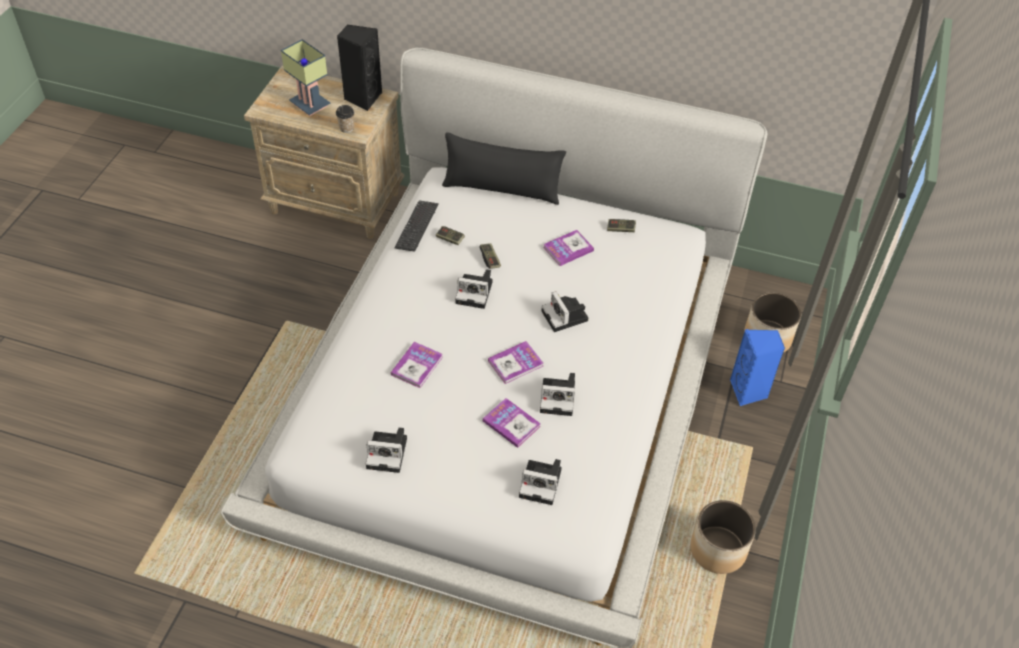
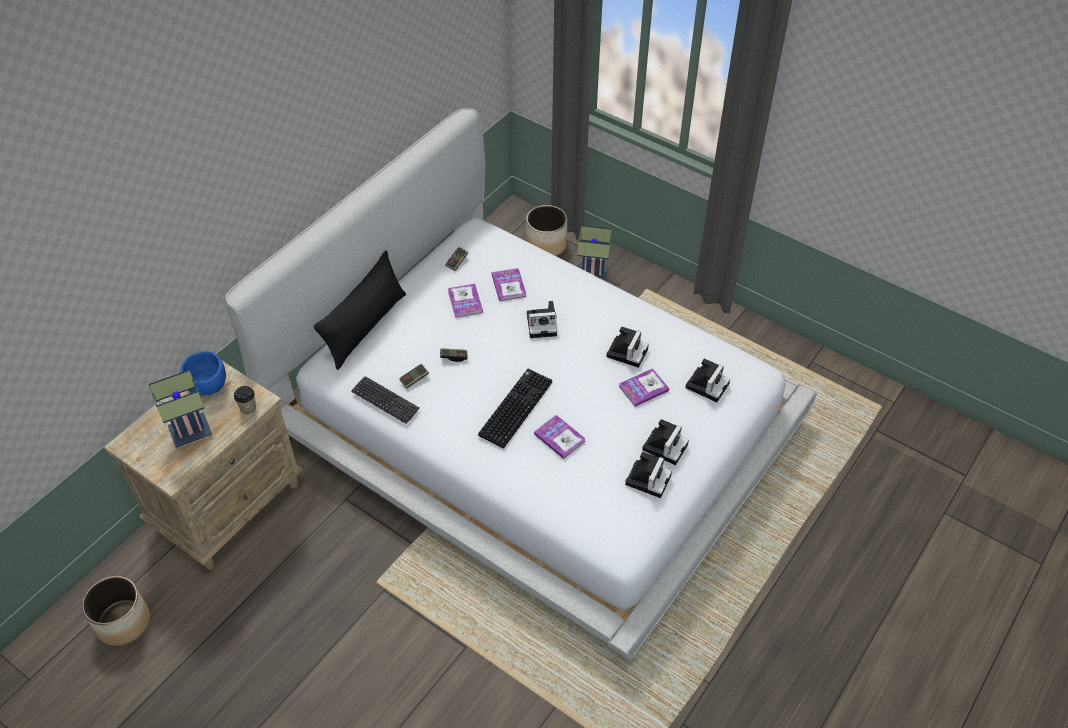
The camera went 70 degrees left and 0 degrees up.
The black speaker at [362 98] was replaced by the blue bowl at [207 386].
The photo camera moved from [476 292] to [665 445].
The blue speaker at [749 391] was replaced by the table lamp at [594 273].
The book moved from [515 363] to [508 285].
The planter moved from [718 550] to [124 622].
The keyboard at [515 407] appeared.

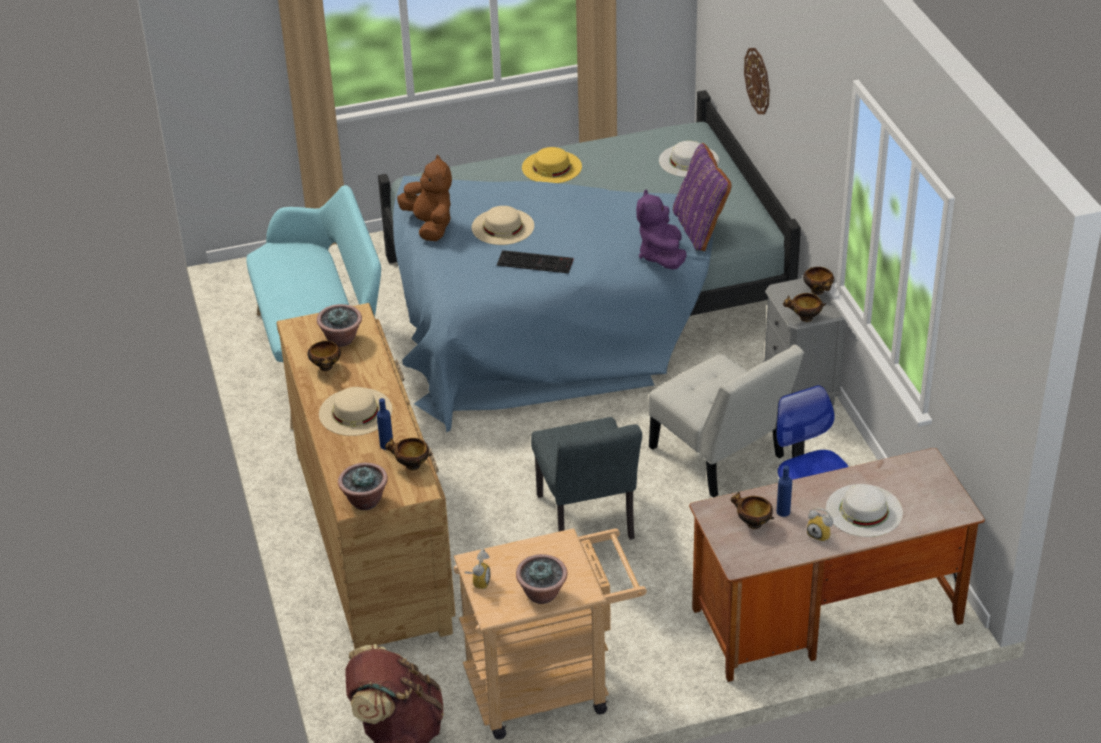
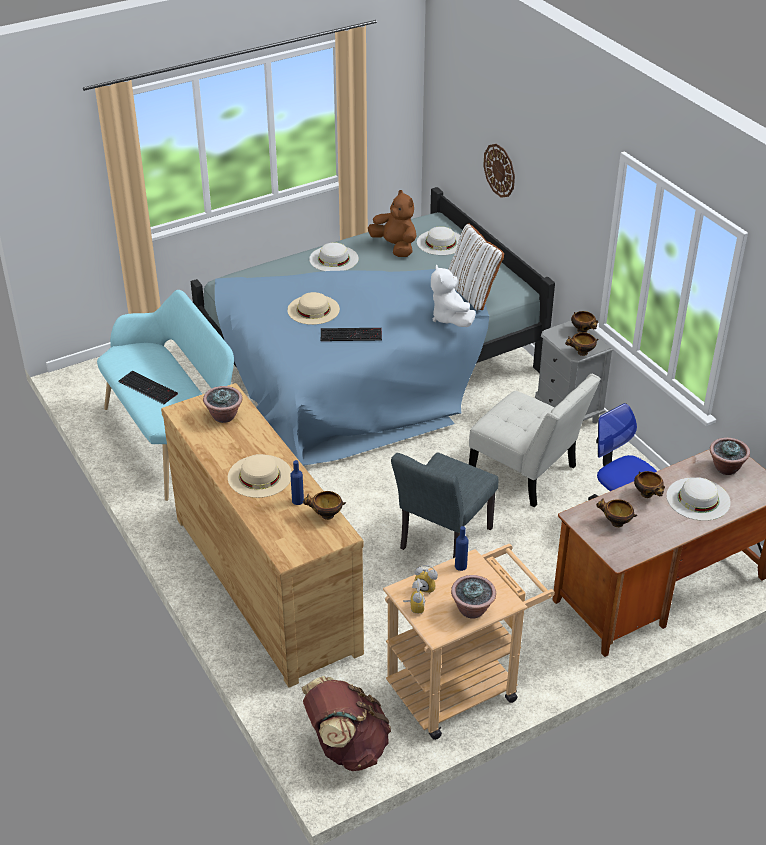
The camera went 15 degrees left and 0 degrees up.
The purple pillow at [700 229] became the white pillow at [472 293].
The yellow hat at [551 167] became the white hat at [334 259].
The brown plush toy moved from [430 225] to [395 247].
The purple plush toy at [661 256] became the white plush toy at [450 318].
The bowl moved from [326 368] to [647 495].
The grey chair at [588 523] turned 60 degrees clockwise.
The potted plant moved from [365 501] to [725 468].
The blue bottle moved from [783 512] to [460 566].
The alarm clock moved from [821 535] to [426 587].
The keyboard at [149 387] appeared.

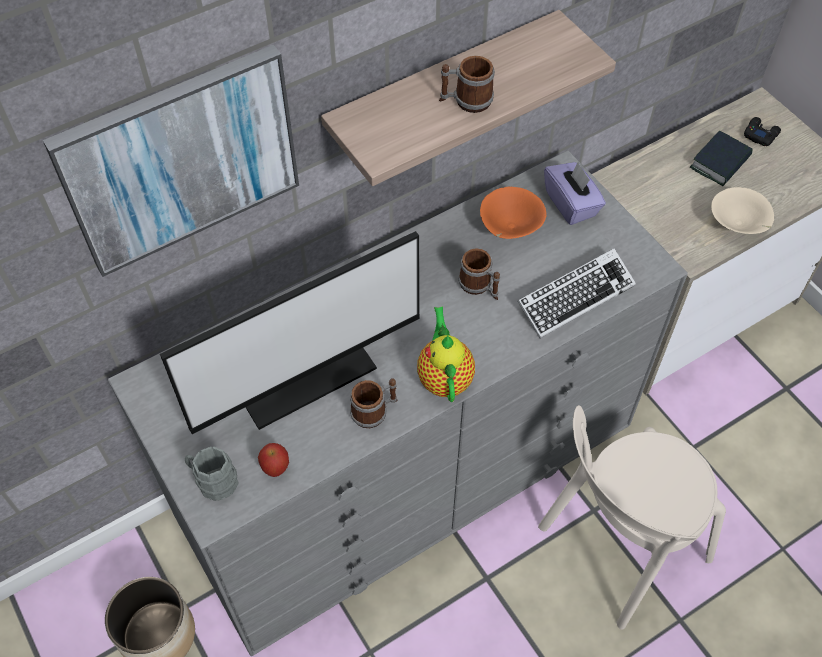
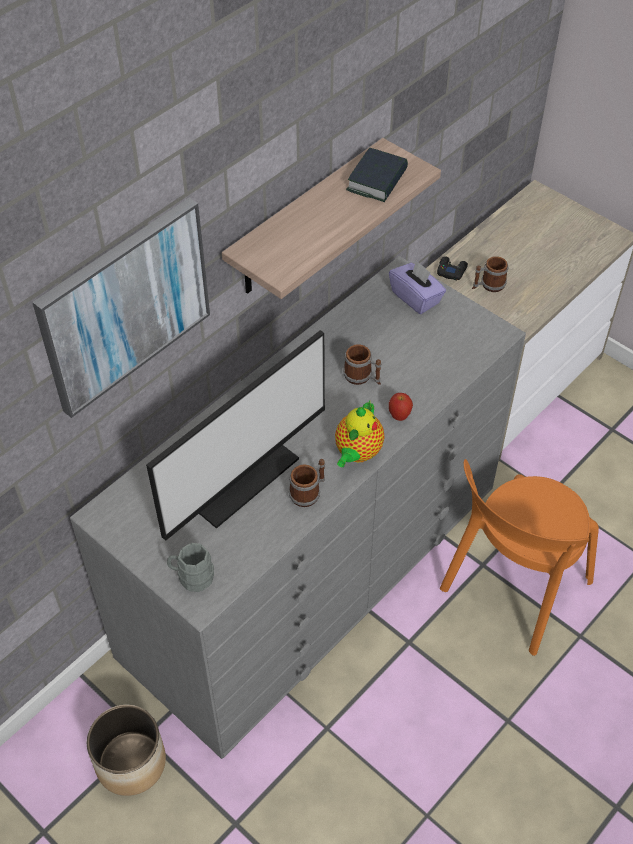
The camera went 15 degrees left and 5 degrees down.
The mug moved from [466 101] to [488 285].
The black game controller moved from [760 134] to [451 271].
The book moved from [720 163] to [377 180].
The orange bowl at [509 228] disappeared.
The beige bowl at [737 225] disappeared.
The keyboard at [575 297] disappeared.
The teapot at [444 377] turned 135 degrees counterclockwise.
The beige chair at [618 548] became the orange chair at [512 590].
The apple moved from [276 468] to [399 416].

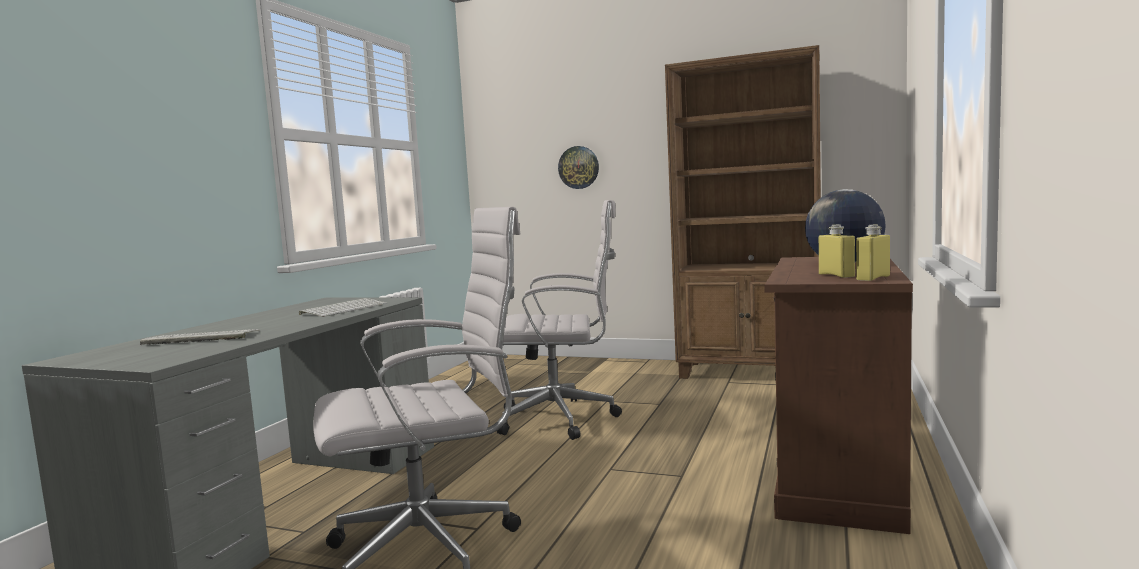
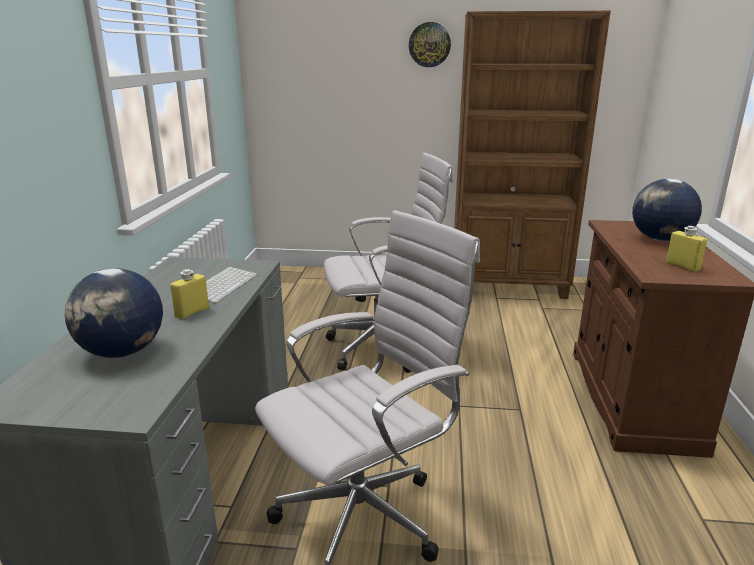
The camera went 15 degrees left and 15 degrees up.
The wall clock moved from [578 167] to [429 44].
The yellow bottle moved from [873 278] to [192 312].
The keyboard at [200 338] was replaced by the globe at [122 352].

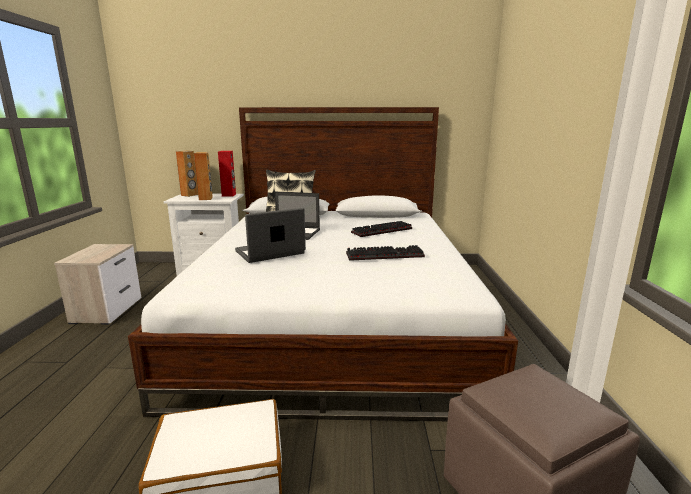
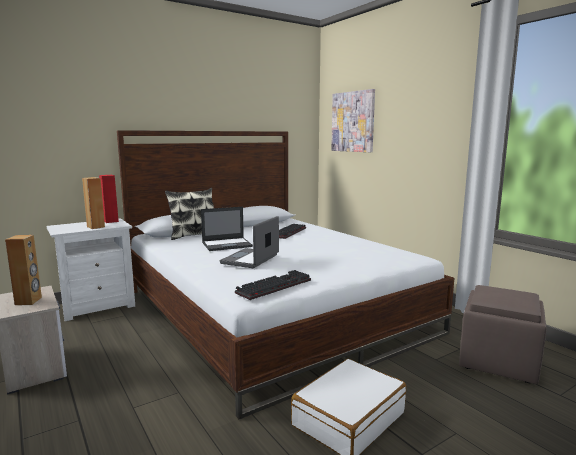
The camera went 35 degrees left and 5 degrees down.
The brown speaker moved from [189 195] to [29 301].
The keyboard moved from [385 255] to [274 286].
The picture at [353 122] appeared.

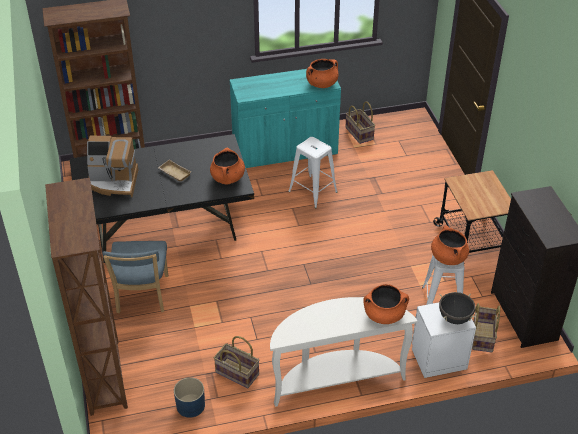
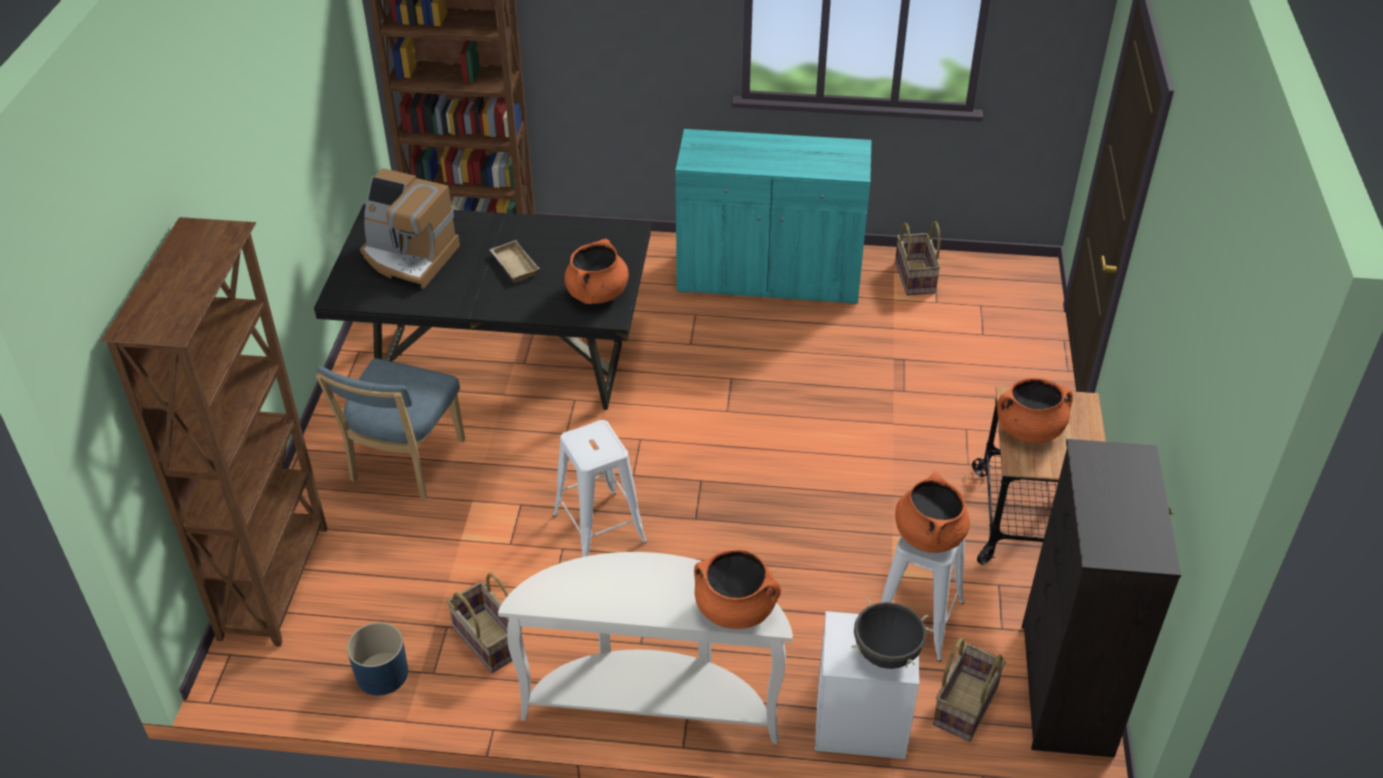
The camera went 20 degrees right and 0 degrees up.
The orange cooking pot moved from [322 84] to [1029 430].
The white stool moved from [313 192] to [599 529].

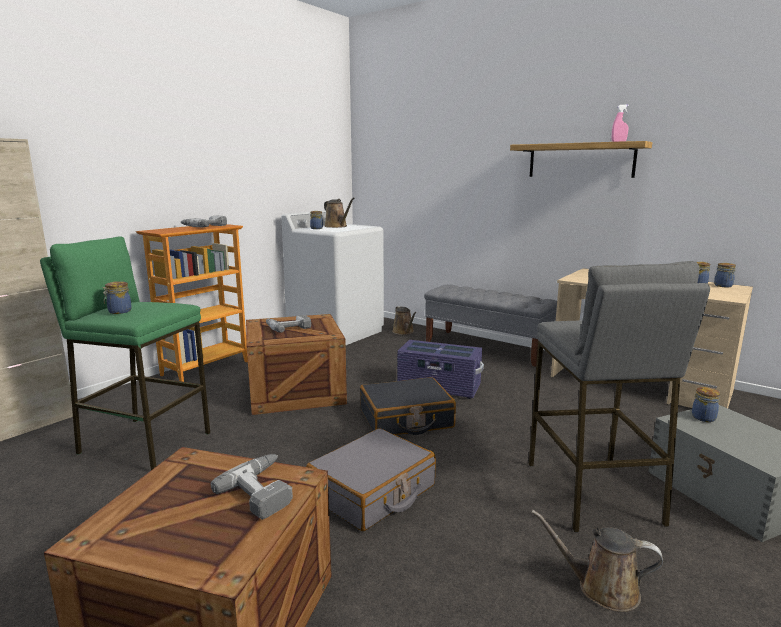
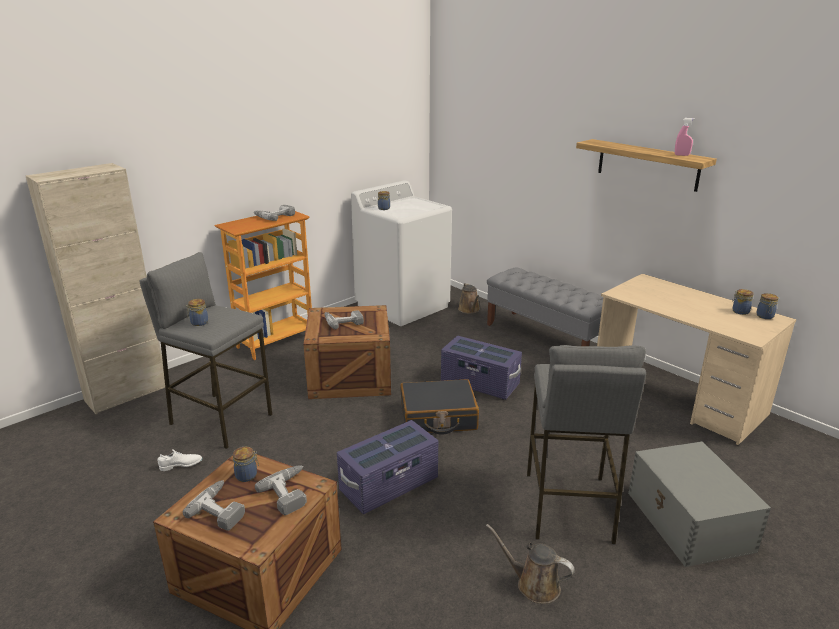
The camera went 10 degrees right and 10 degrees up.
The brown watering can at [337 226] disappeared.
The green stool at [145 443] became the grey stool at [220 419].
The jar moved from [704 417] to [247 475].
The grey suitcase at [373 492] was replaced by the purple storage box at [389 485].
The white shoe at [181 465] appeared.
The power drill at [222 509] appeared.

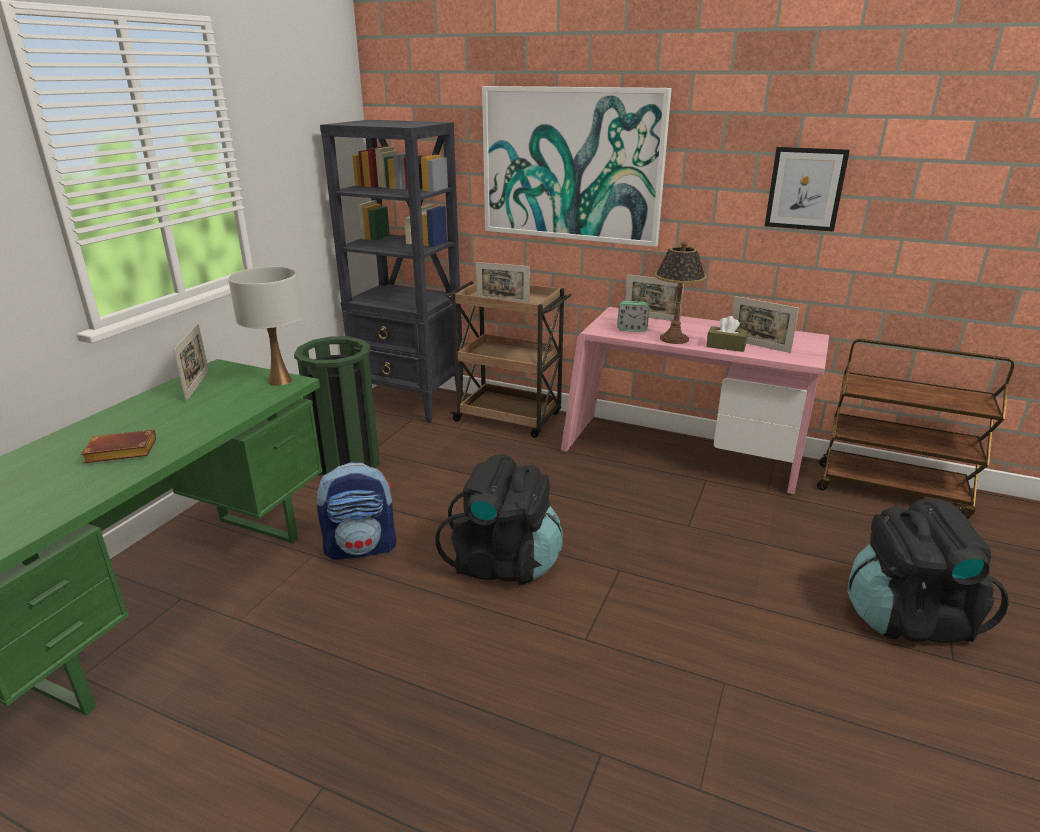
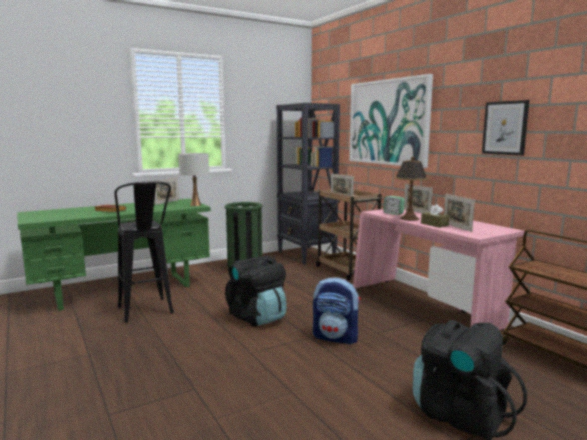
The camera went 35 degrees right and 15 degrees down.
The backpack moved from [361 547] to [336 337].
The black stool at [147 313] appeared.

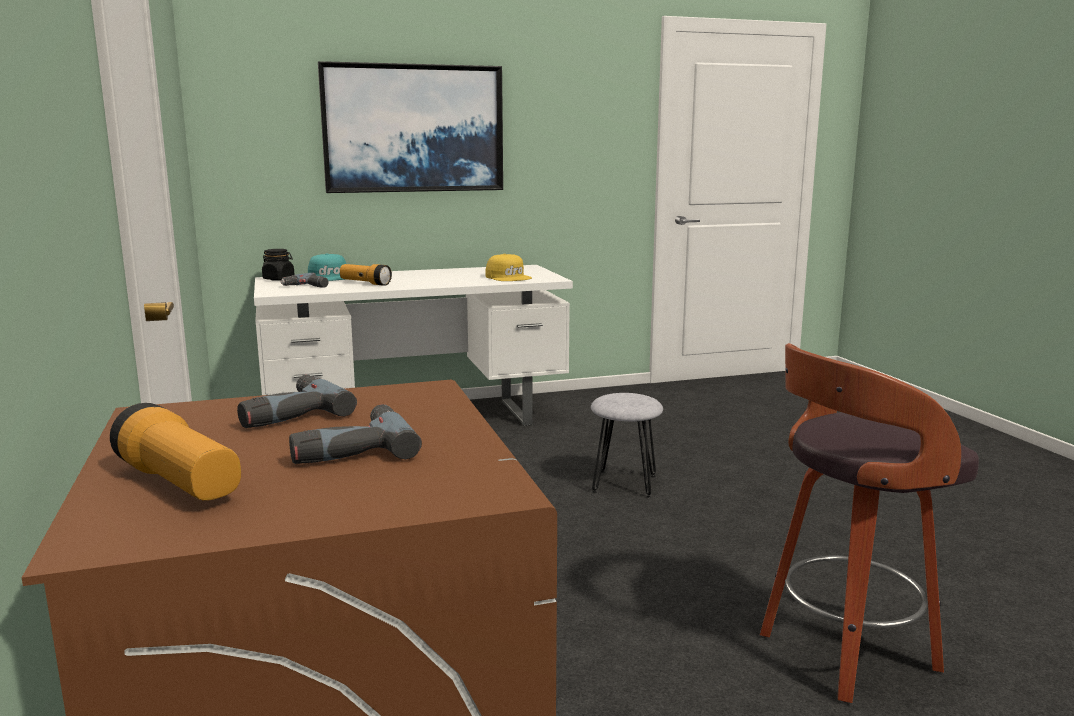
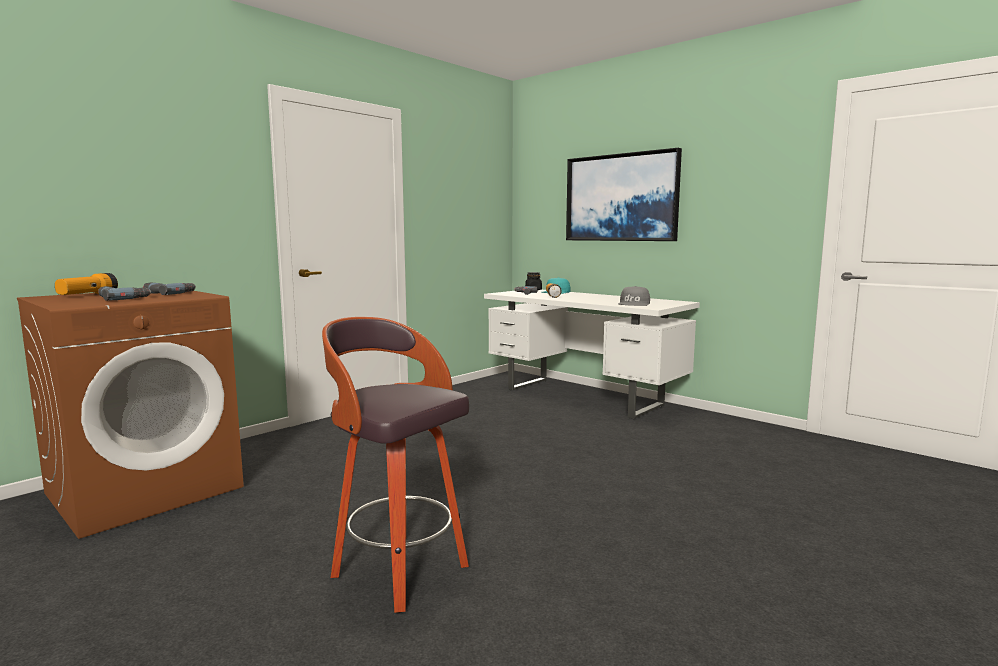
The camera went 60 degrees right and 5 degrees down.
The yellow cap at [509 277] became the grey cap at [634 303].
The grey stool at [624 483] disappeared.

